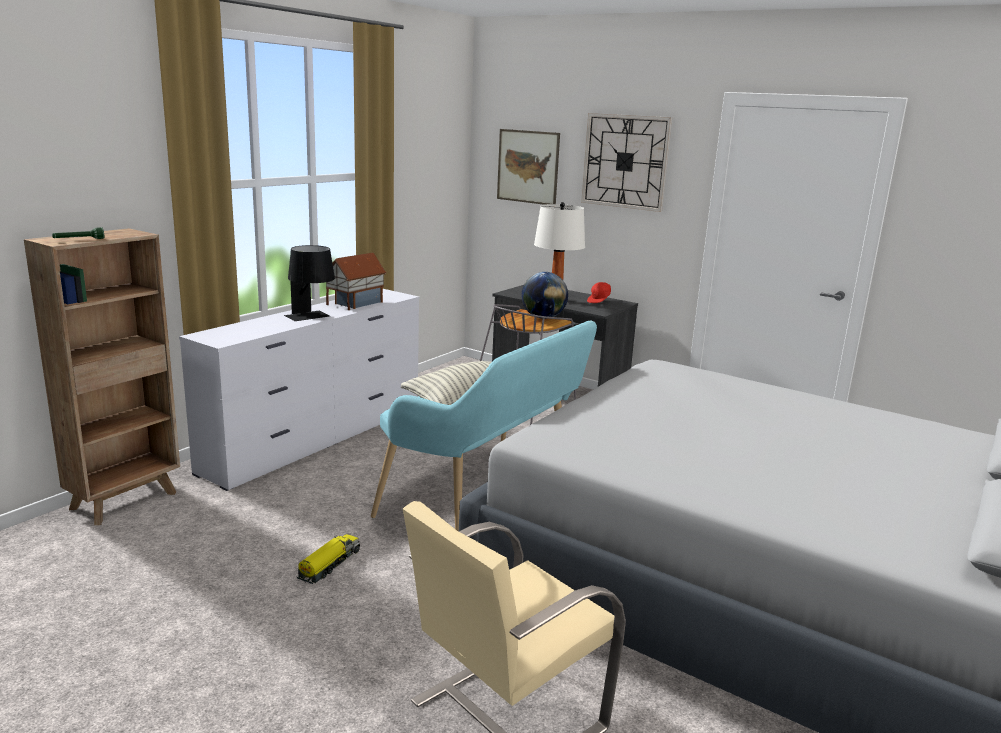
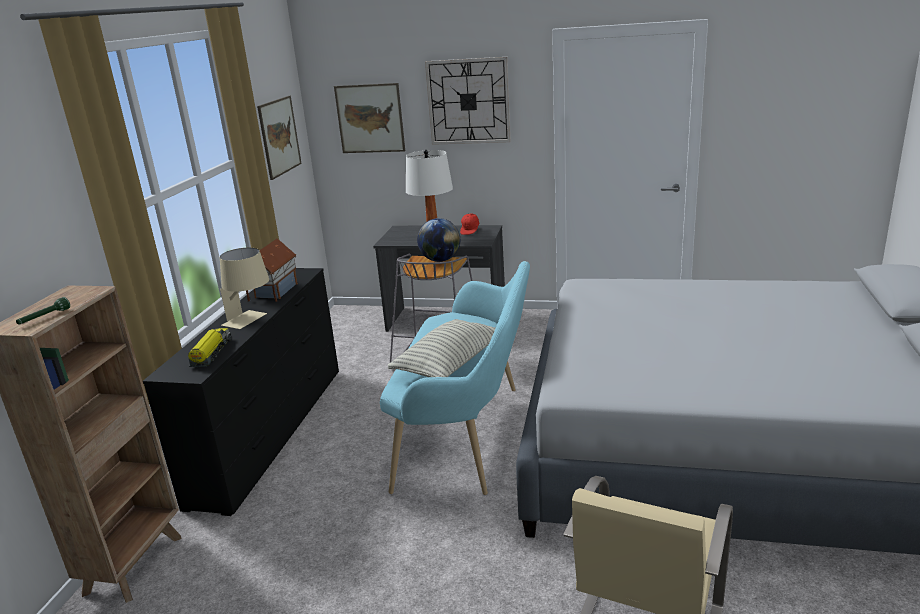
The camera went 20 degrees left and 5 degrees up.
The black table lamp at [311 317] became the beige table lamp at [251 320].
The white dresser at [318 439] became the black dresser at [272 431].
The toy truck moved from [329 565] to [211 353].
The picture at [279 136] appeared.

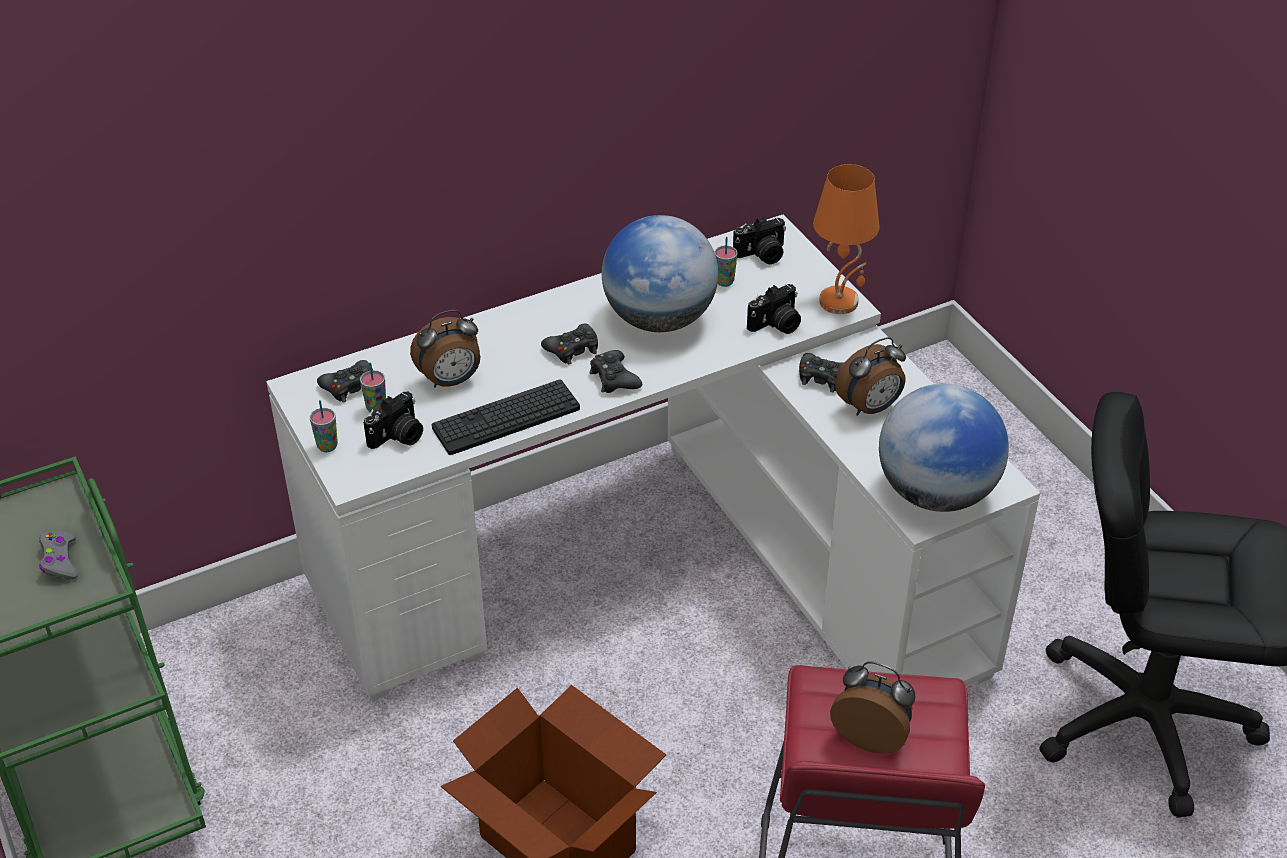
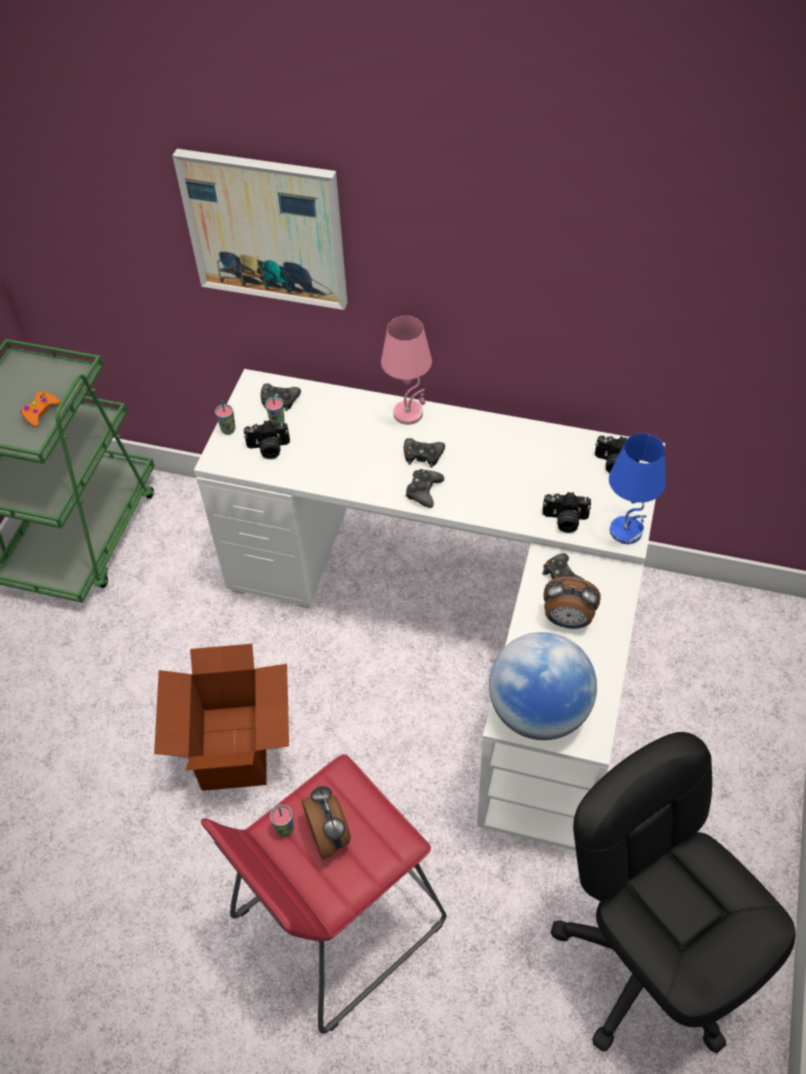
The camera went 45 degrees right and 10 degrees up.
The orange table lamp at [840 301] became the blue table lamp at [627 531].
The globe at [659 318] disappeared.
The cup moved from [724 282] to [285 829].
The alarm clock at [451 381] disappeared.
The keyboard at [506 418] disappeared.
The grey game controller at [60 560] became the orange game controller at [40 412].
The picture at [266 229] appeared.
The pink table lamp at [409 413] appeared.

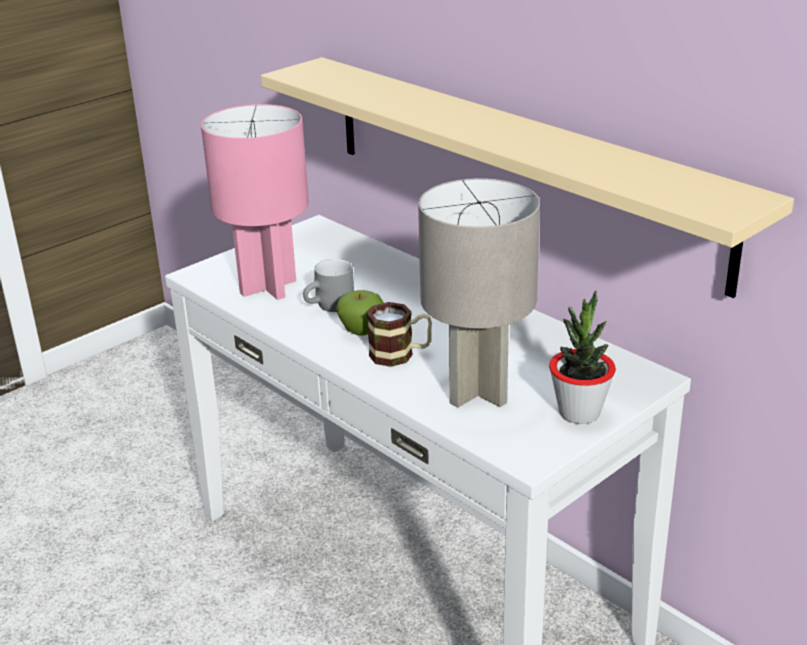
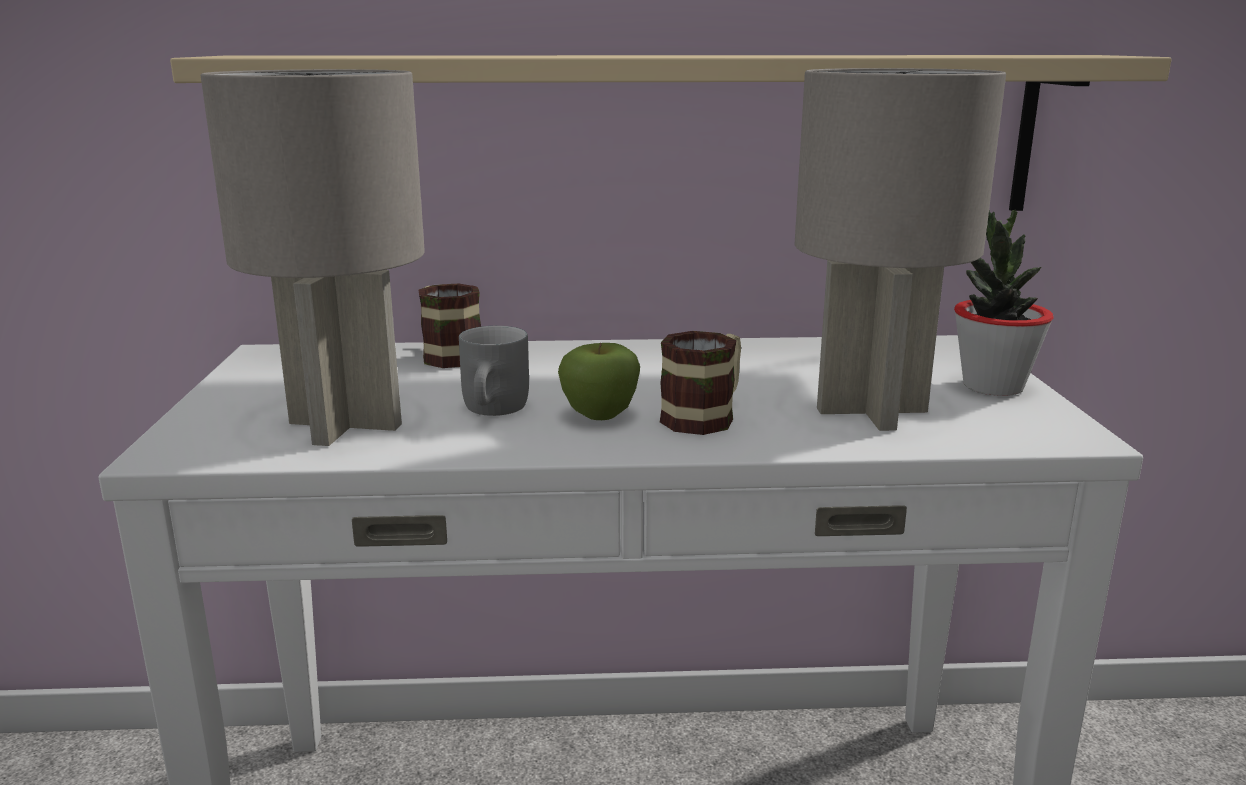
The camera went 50 degrees left and 10 degrees down.
The pink table lamp at [267 287] became the grey table lamp at [343 424].
The mug at [446 355] appeared.

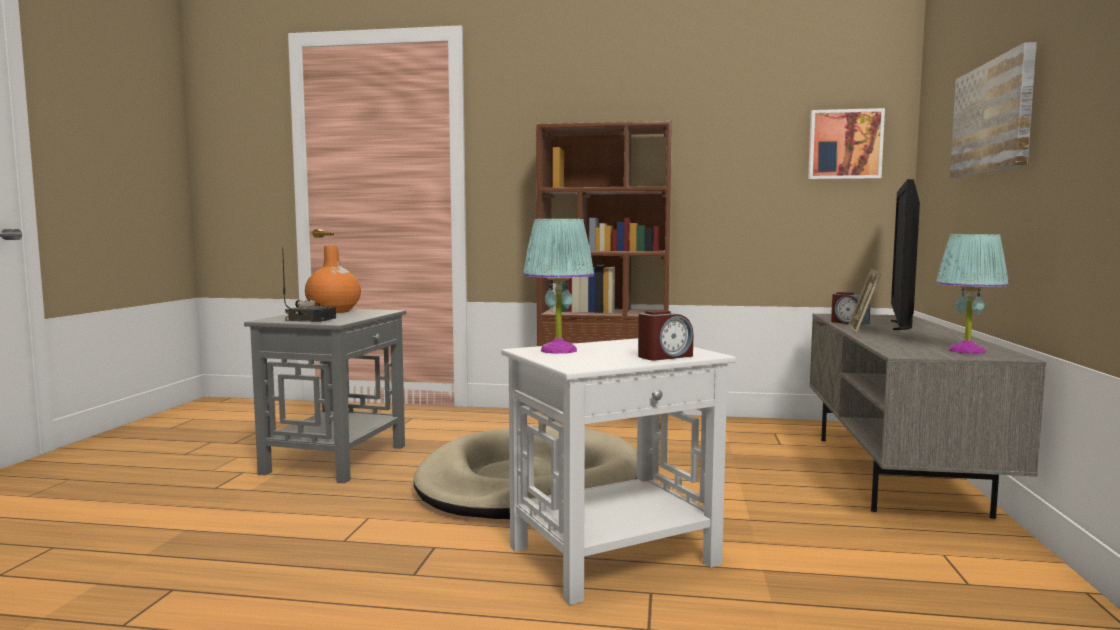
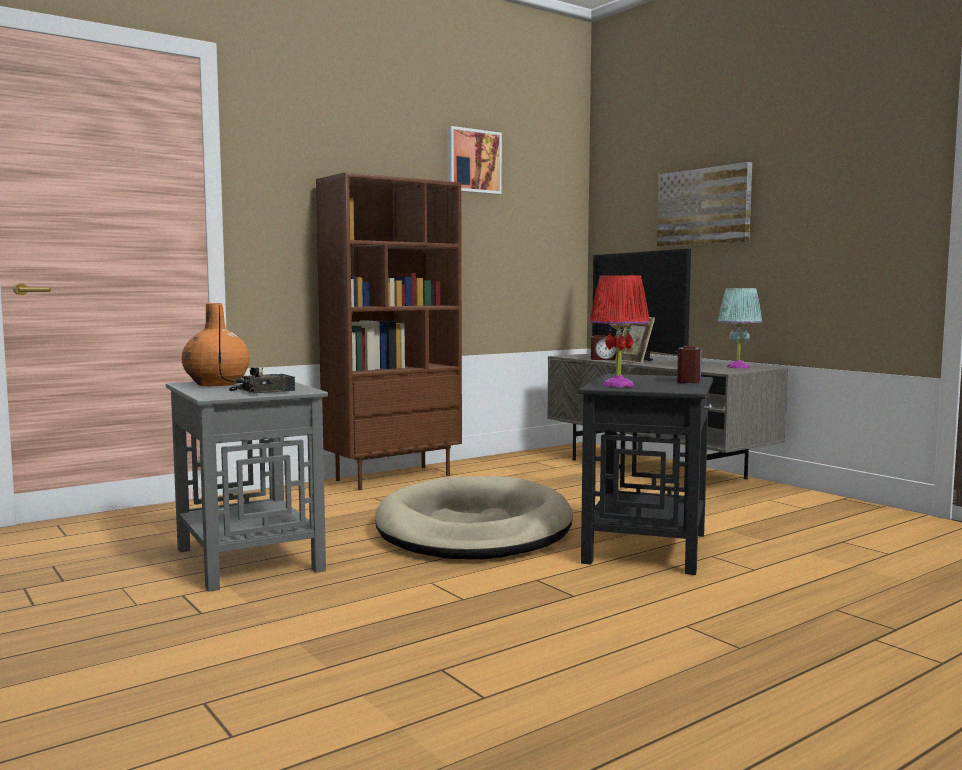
The camera went 45 degrees left and 0 degrees up.
The picture moved from [844 145] to [472 161].
The turquoise table lamp at [558 350] became the red table lamp at [618 385].
The white side table at [615 555] became the black side table at [646 547].

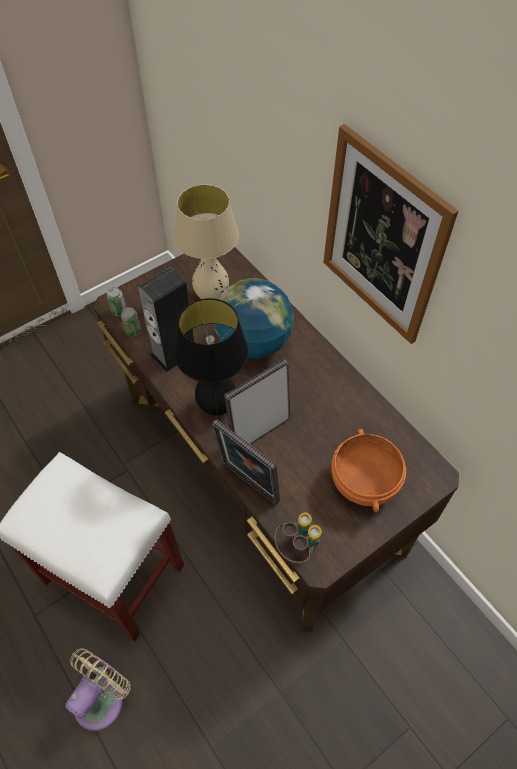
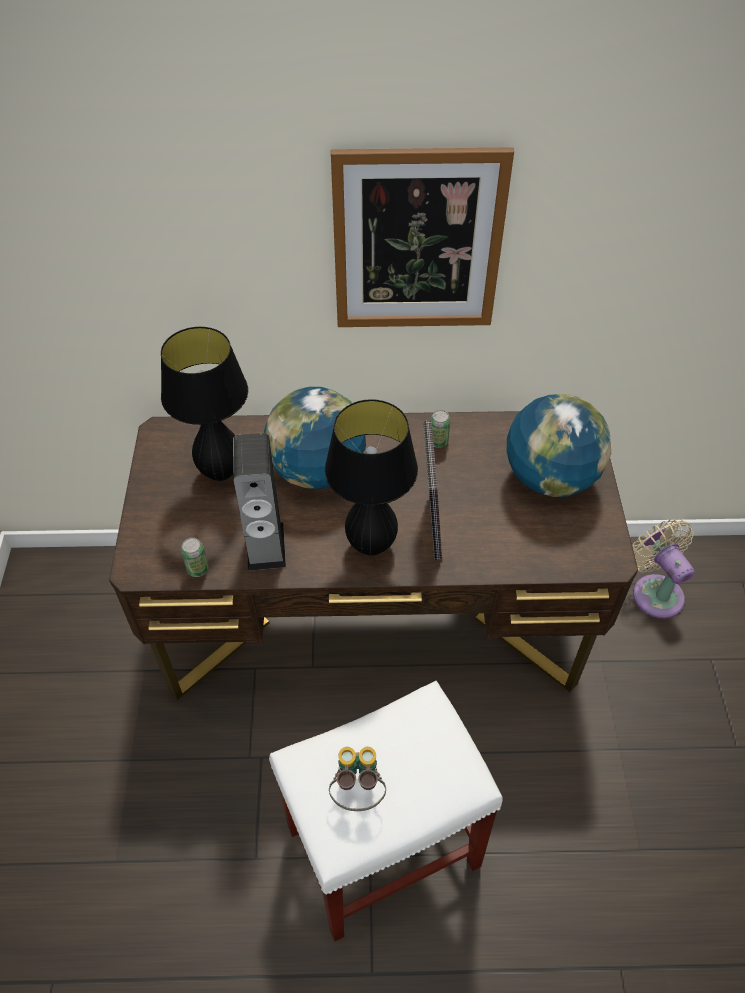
The camera went 55 degrees left and 5 degrees down.
The beige table lamp at [212 296] became the black table lamp at [221 472].
The can moved from [118 311] to [438 441].
The picture frame at [248 485] disappeared.
The orange bowl at [365 482] was replaced by the globe at [550 478].
The binoculars moved from [297 547] to [358 790].
The beige fan moved from [102 698] to [654 591].

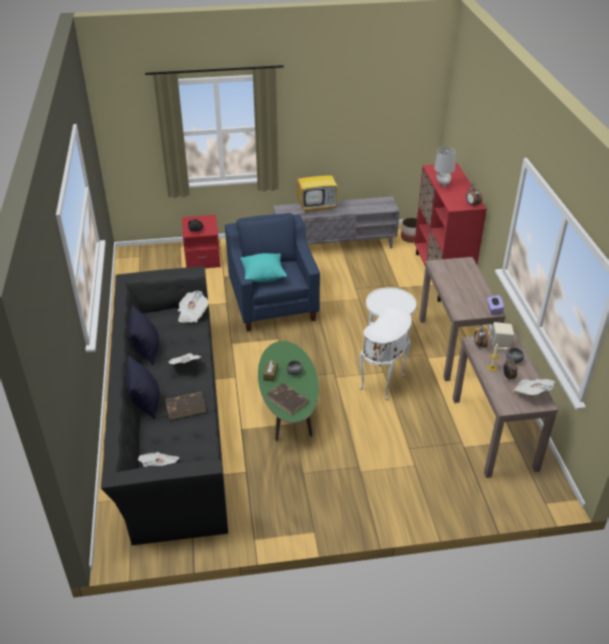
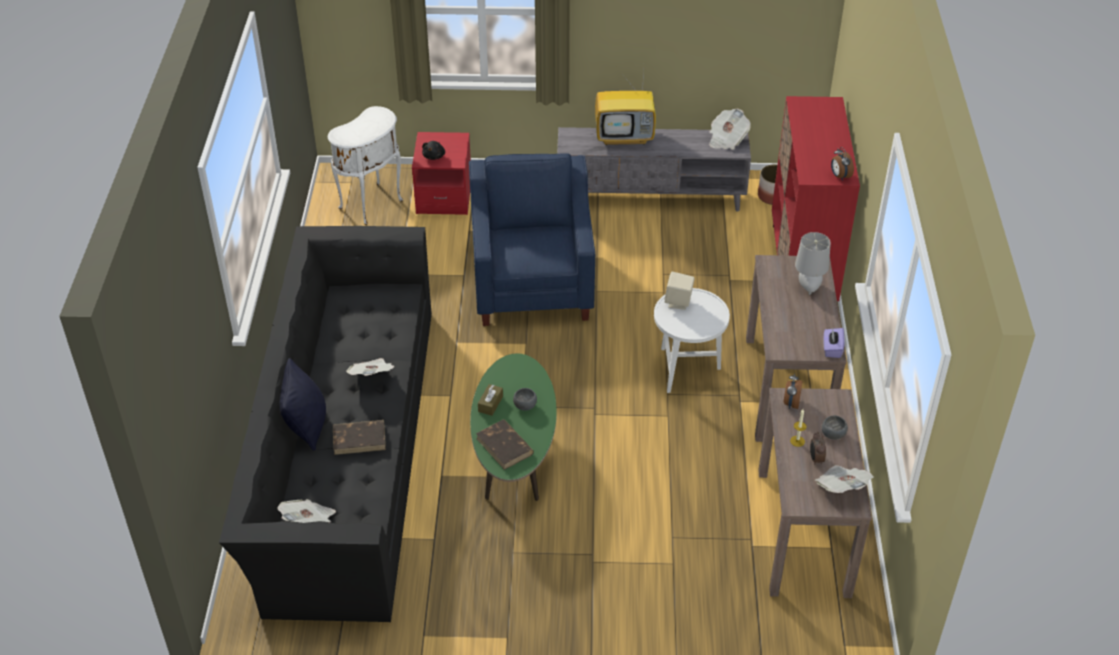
The camera went 10 degrees right and 5 degrees up.
The grey table lamp moved from [442 184] to [808 287].
The turquoise pillow at [263 276] disappeared.
The newspaper moved from [192 314] to [726 139].
The black pillow at [146 350] disappeared.
The white side table moved from [384 383] to [373 205].
The beige speaker moved from [500 345] to [678 302].

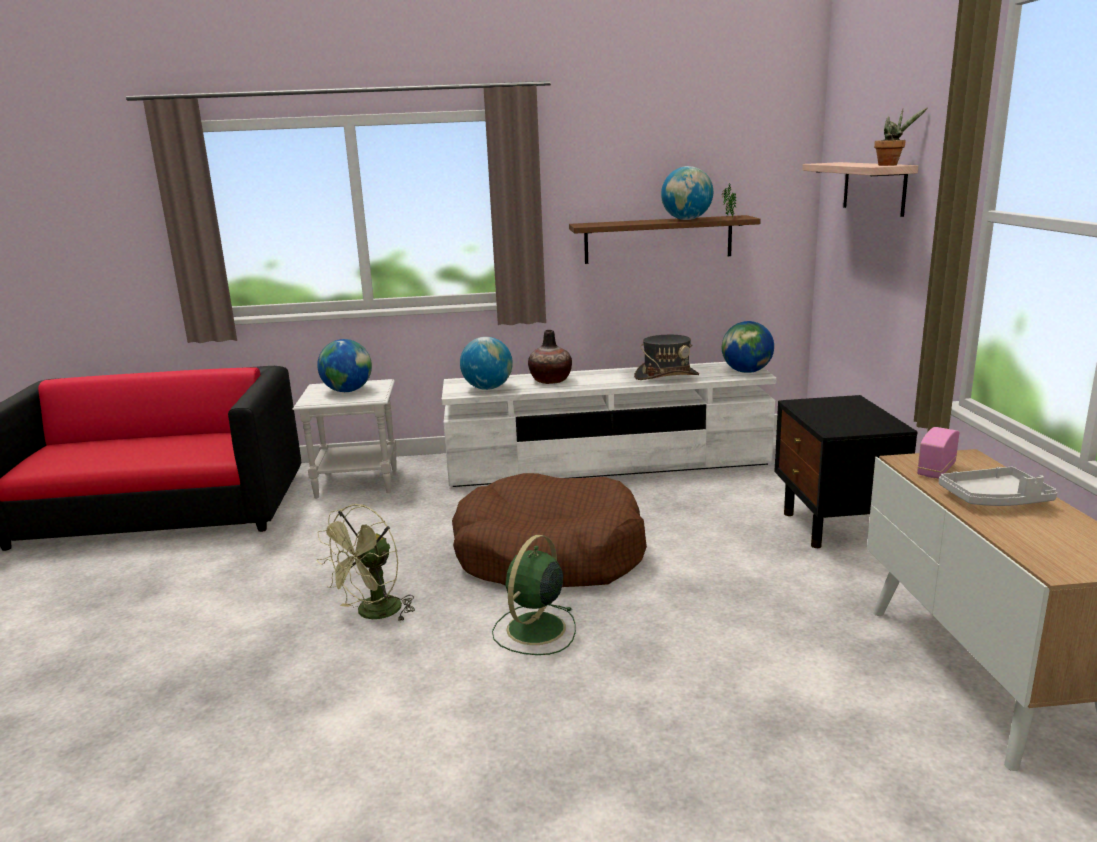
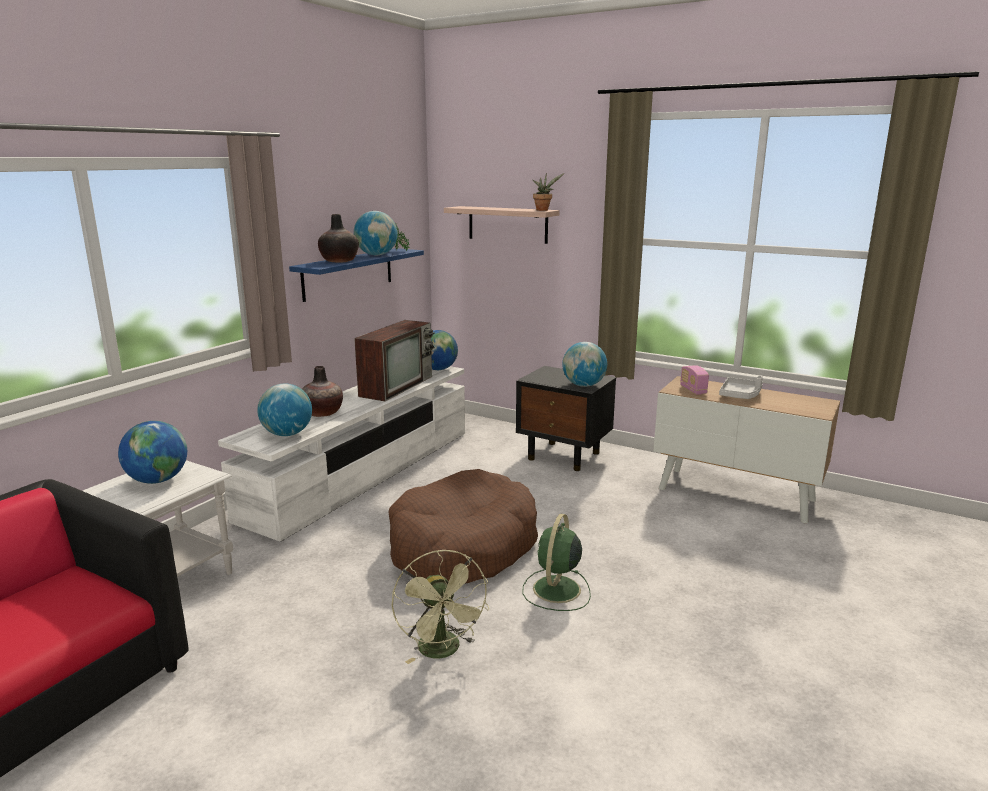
The camera went 55 degrees left and 0 degrees up.
The brown shelf at [658 239] became the blue shelf at [348 273].
The grey hat at [666 376] was replaced by the television at [397 385].
The green fan at [534 630] turned 45 degrees clockwise.
The vase at [339 261] appeared.
The globe at [583 385] appeared.

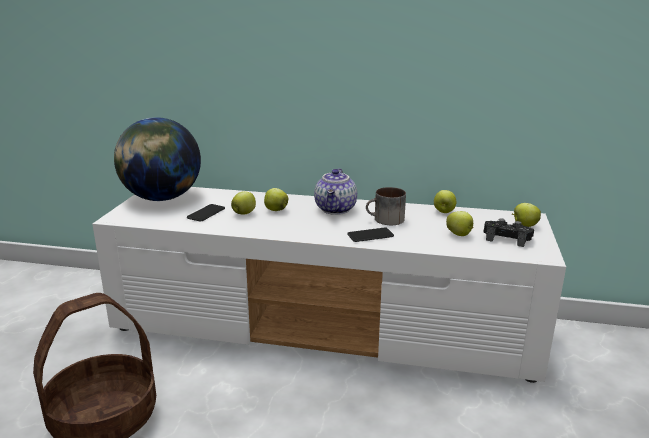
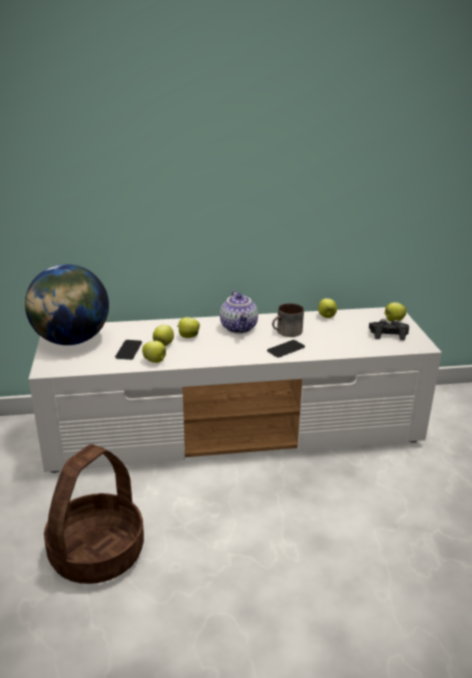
The camera went 20 degrees left and 5 degrees up.
The apple moved from [459 235] to [155 361].

